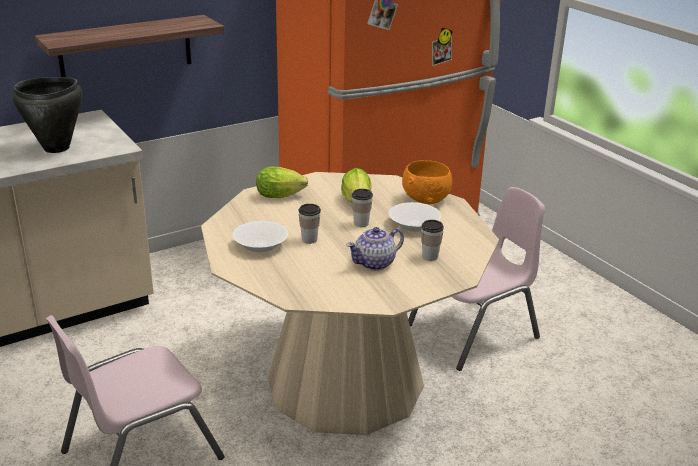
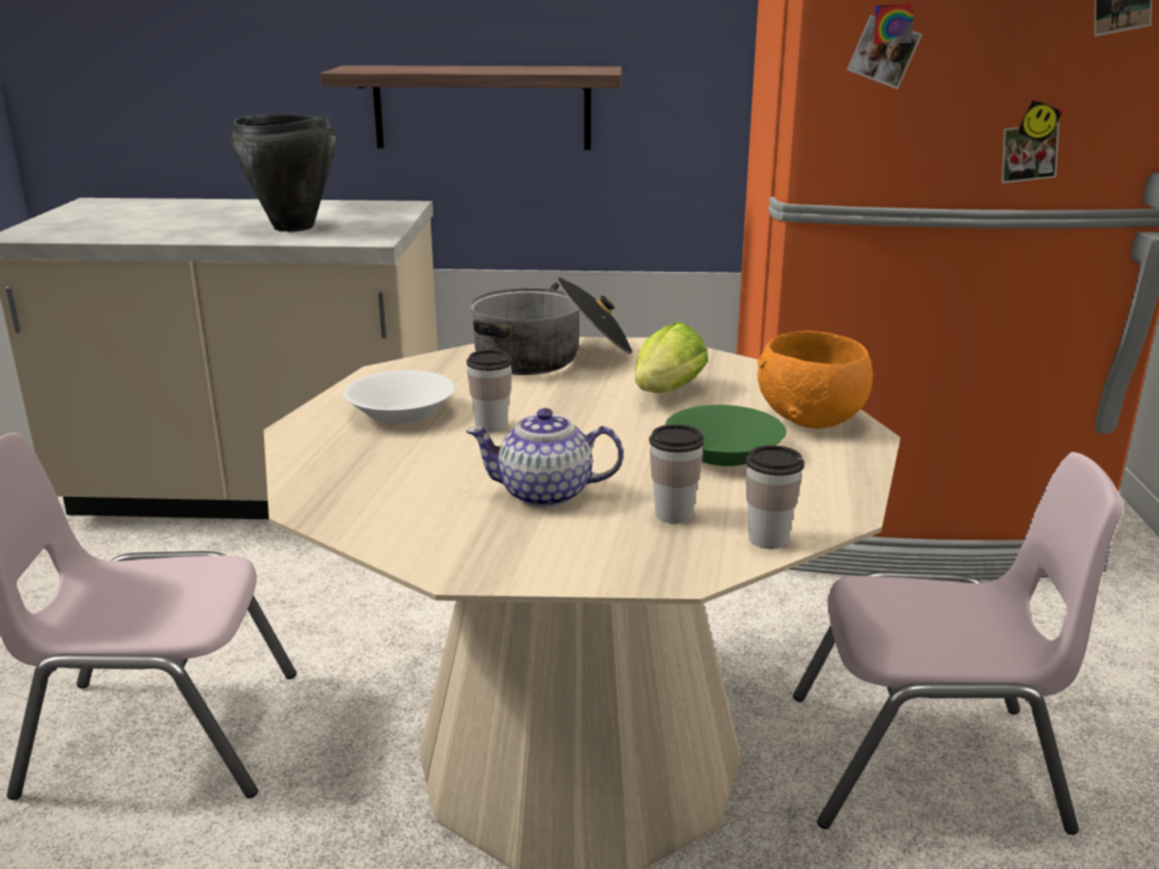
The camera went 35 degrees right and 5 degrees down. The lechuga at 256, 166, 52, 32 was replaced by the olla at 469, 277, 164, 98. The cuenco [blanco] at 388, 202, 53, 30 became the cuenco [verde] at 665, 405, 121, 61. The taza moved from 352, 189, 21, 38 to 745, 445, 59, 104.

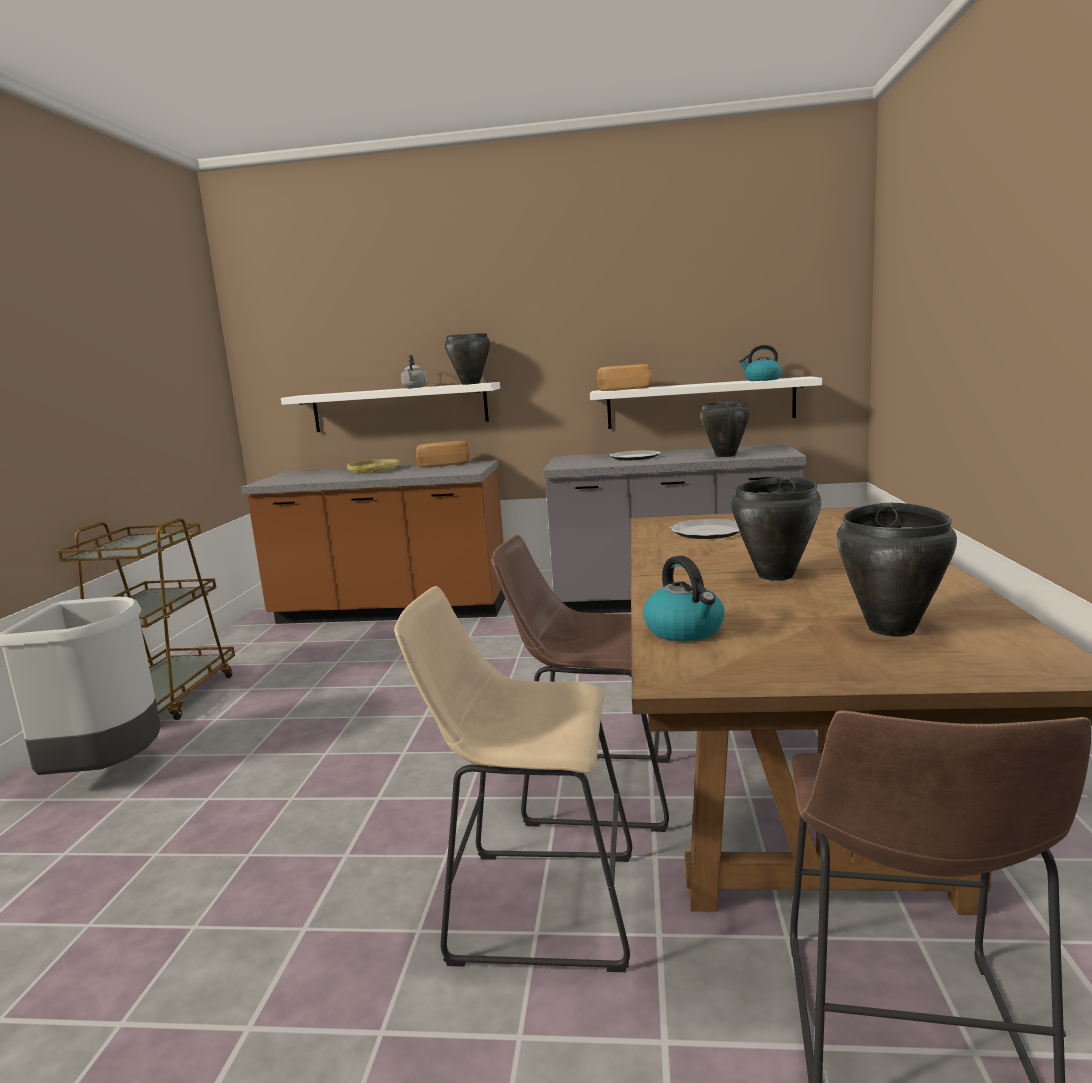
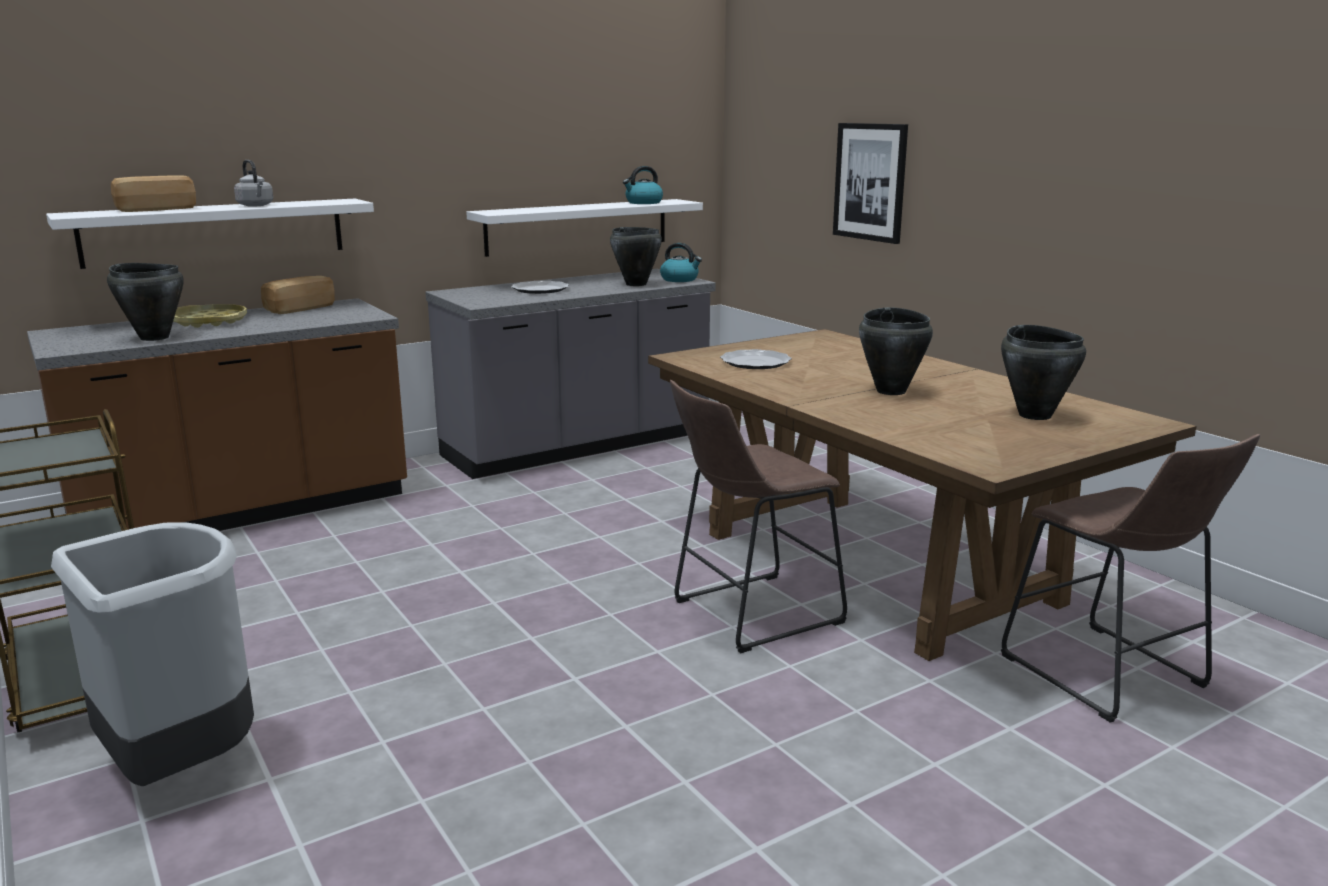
The camera went 40 degrees left and 5 degrees up. The olla [negro] moved from 445, 333, 45, 52 to 107, 263, 77, 78. The pan moved from 597, 364, 55, 27 to 111, 175, 85, 37. The hervidor moved from 643, 556, 82, 85 to 660, 243, 42, 39. The cuadro at 833, 123, 75, 121 appeared. The taburete [beis] at 394, 586, 238, 386 disappeared.

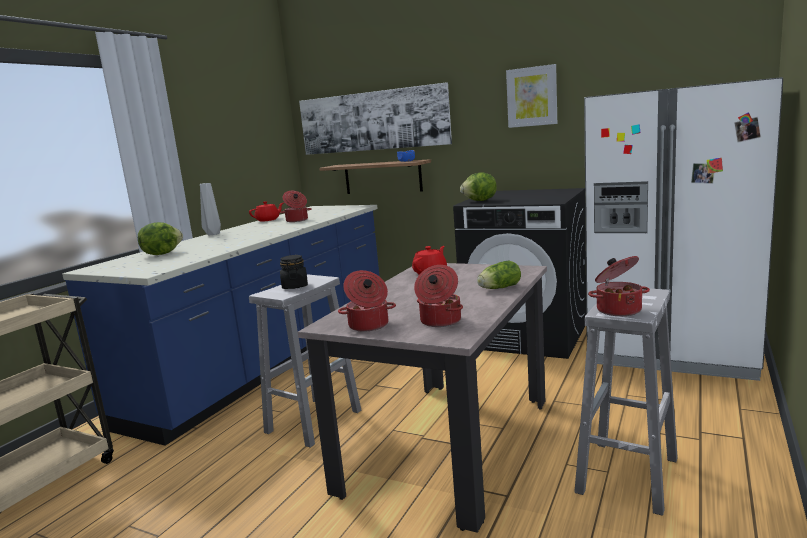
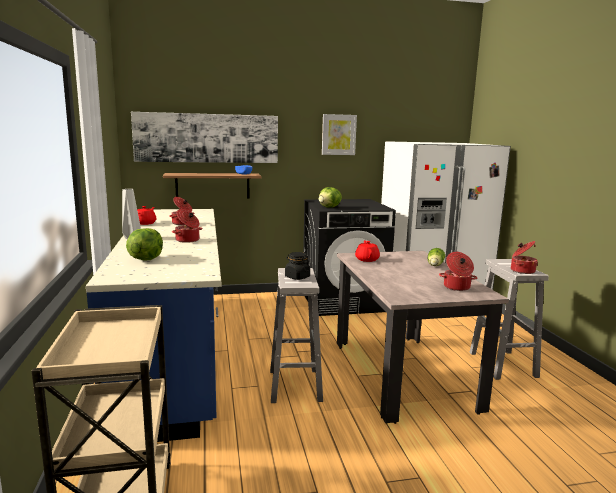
The camera went 40 degrees left and 0 degrees up. The olla moved from 338, 270, 58, 62 to 172, 209, 31, 34.

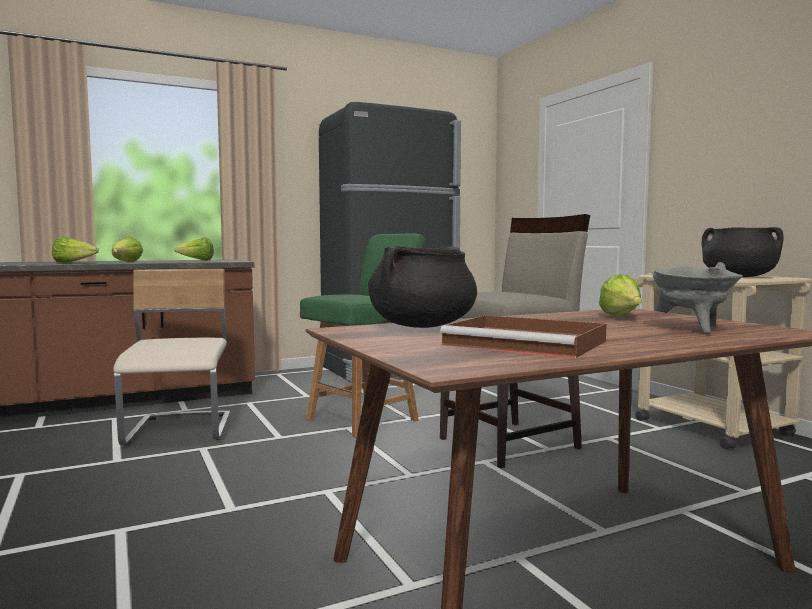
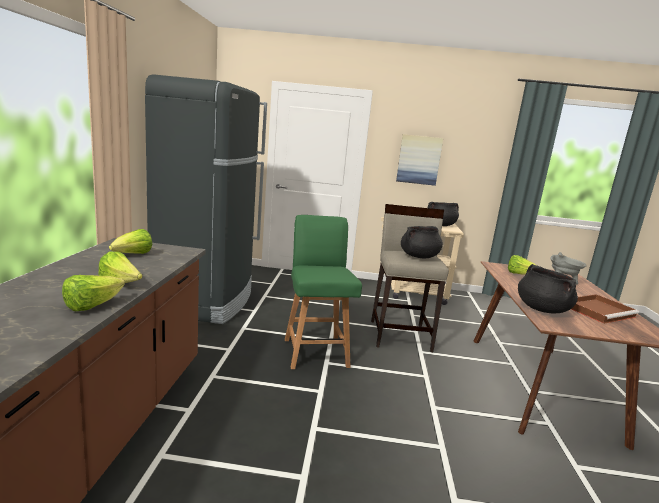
The camera went 60 degrees left and 10 degrees up. The cuadro at 396, 134, 47, 52 appeared. The olla [negro] at 401, 226, 42, 32 appeared. The silla [beis] at 113, 269, 117, 176 disappeared.

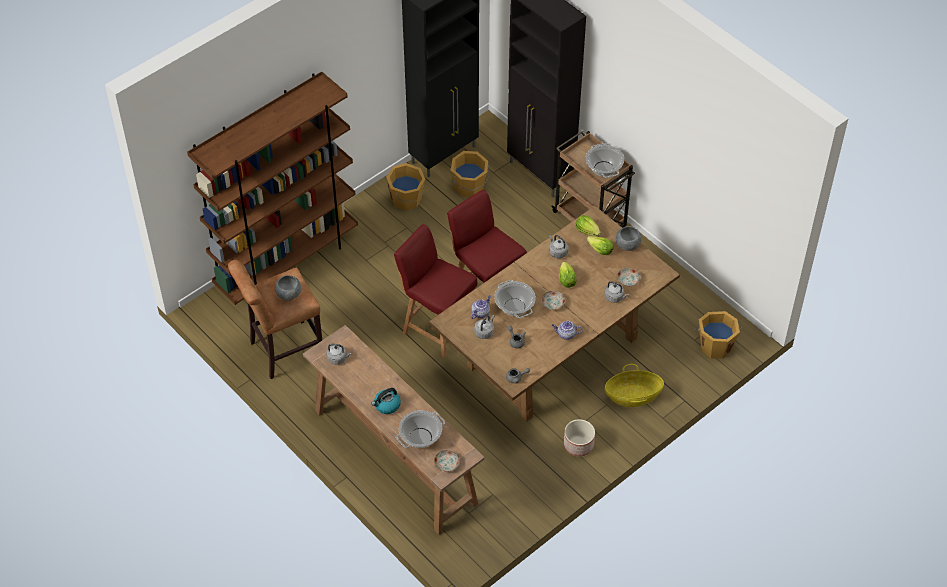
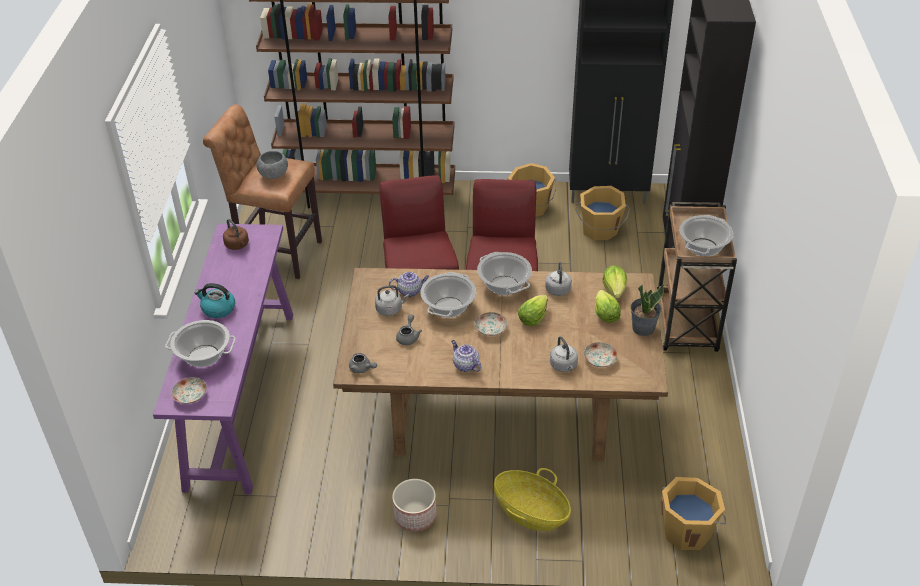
The camera went 45 degrees right and 10 degrees down. The mesa consola [marrón] at 303, 325, 182, 210 became the mesa consola [morado] at 153, 224, 140, 271. The hervidor [gris] at 326, 344, 26, 21 became the hervidor [marrón] at 223, 219, 26, 31. The olla at 477, 252, 55, 43 appeared. The cuenco [gris] at 616, 226, 25, 25 was replaced by the planta en maceta at 630, 284, 34, 52.

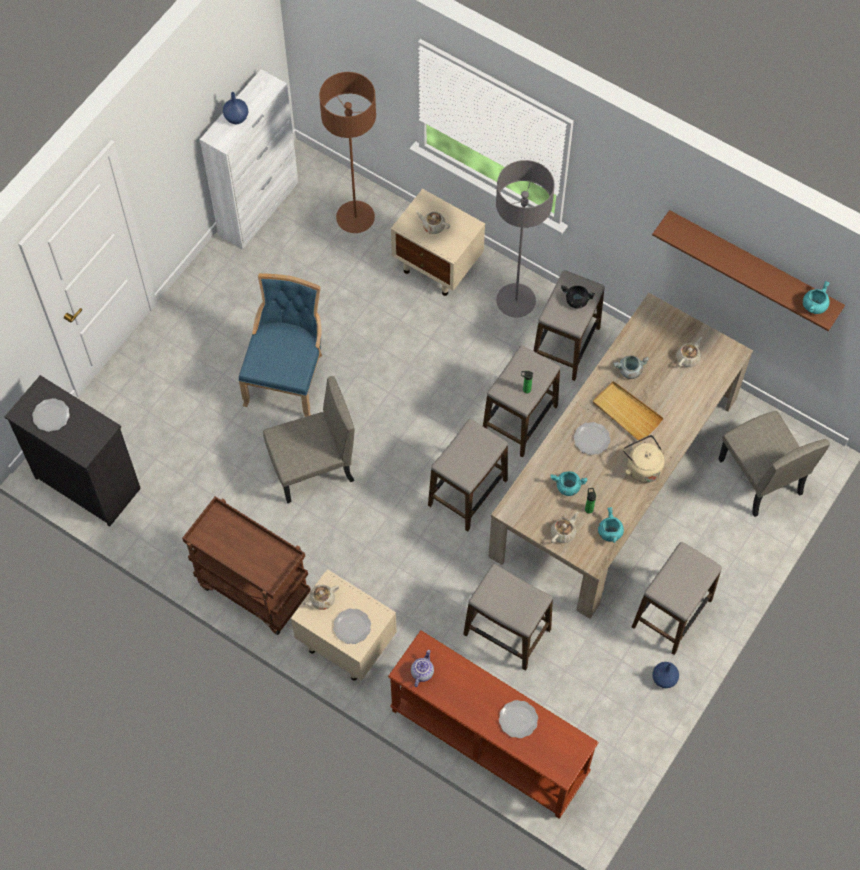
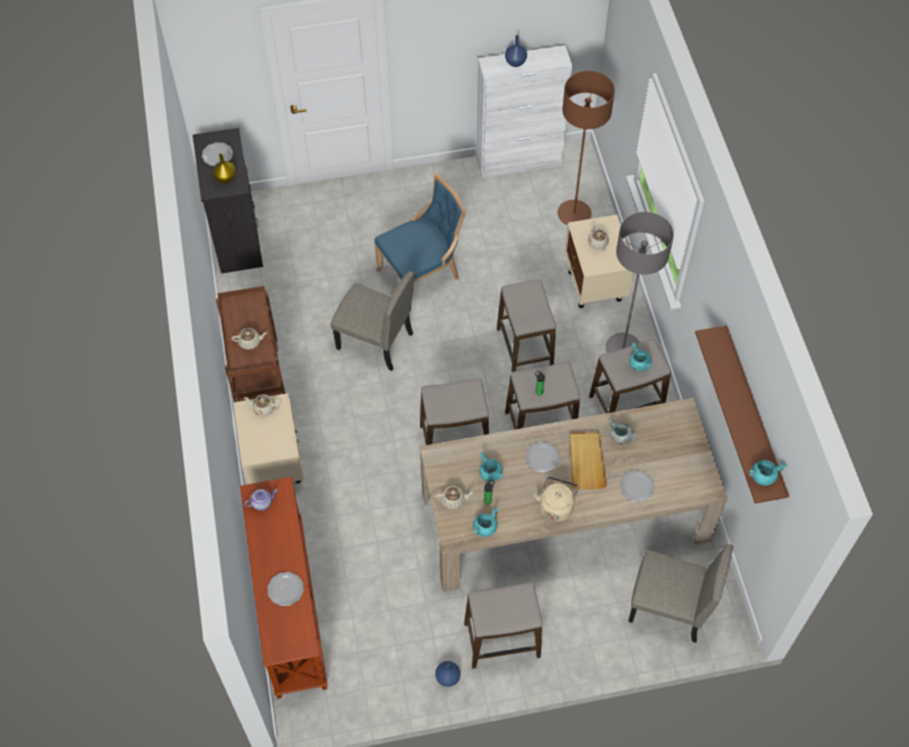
The camera went 45 degrees right and 5 degrees down. The florero [amarillo] at 213, 153, 23, 31 appeared. The tetera [beis] moved from 676, 337, 26, 30 to 231, 328, 36, 22. The taburete moved from 463, 564, 90, 107 to 497, 279, 59, 93. The plato moved from 333, 608, 38, 36 to 620, 470, 35, 32. The silla [beis] at 718, 411, 112, 106 turned 90 degrees counterclockwise. The olla [negro] at 561, 285, 34, 23 became the olla [turquesa] at 629, 342, 23, 29.

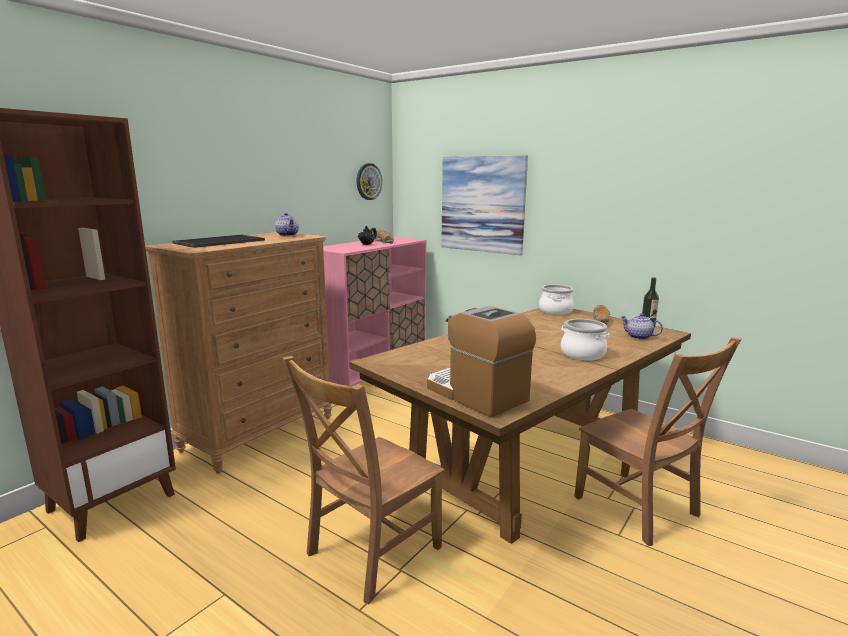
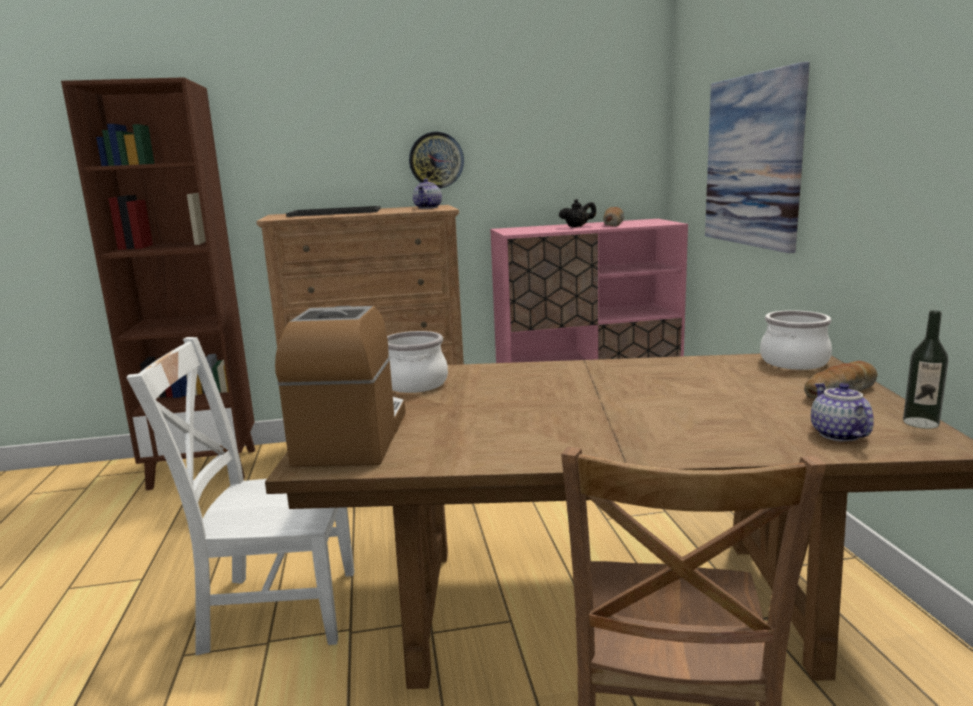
The camera went 45 degrees right and 0 degrees up. The silla [marrón] at 283, 356, 162, 248 became the silla [blanco] at 126, 337, 228, 318. The olla moved from 561, 319, 48, 42 to 387, 331, 61, 62. The reloj de pared moved from 356, 163, 26, 37 to 409, 132, 55, 56.

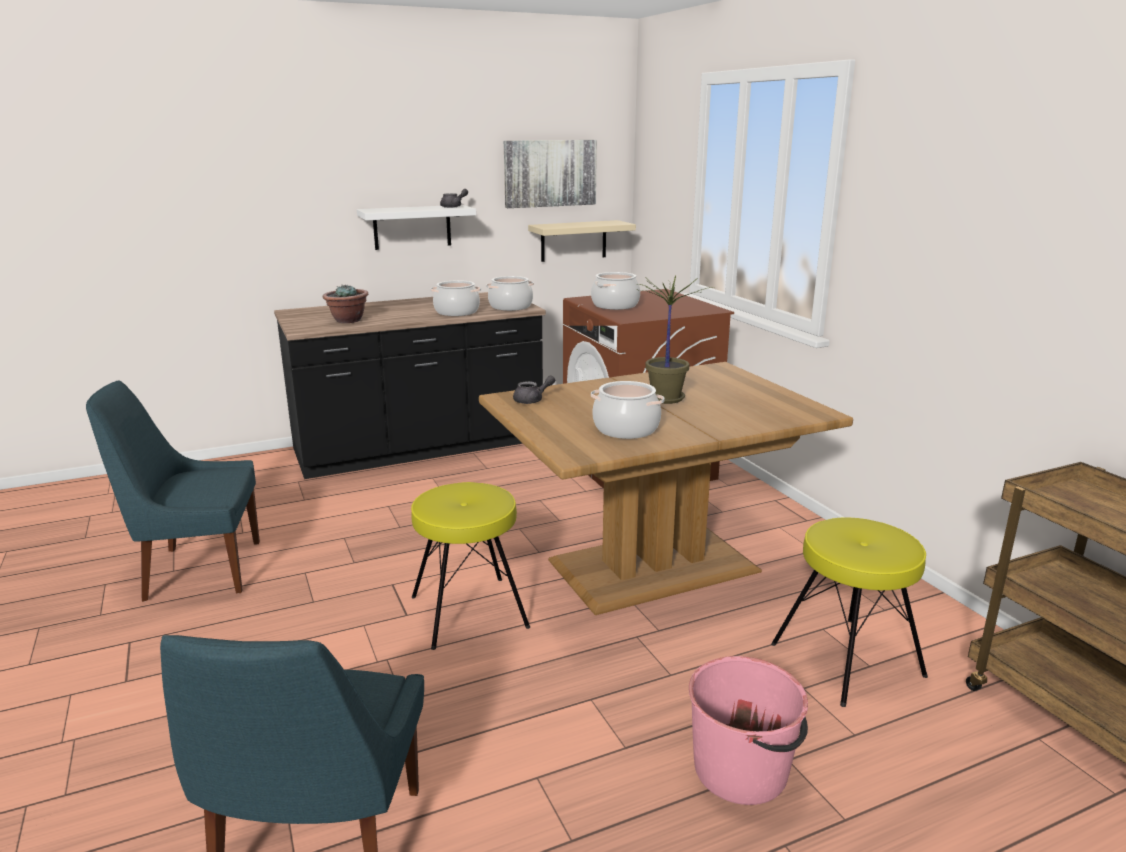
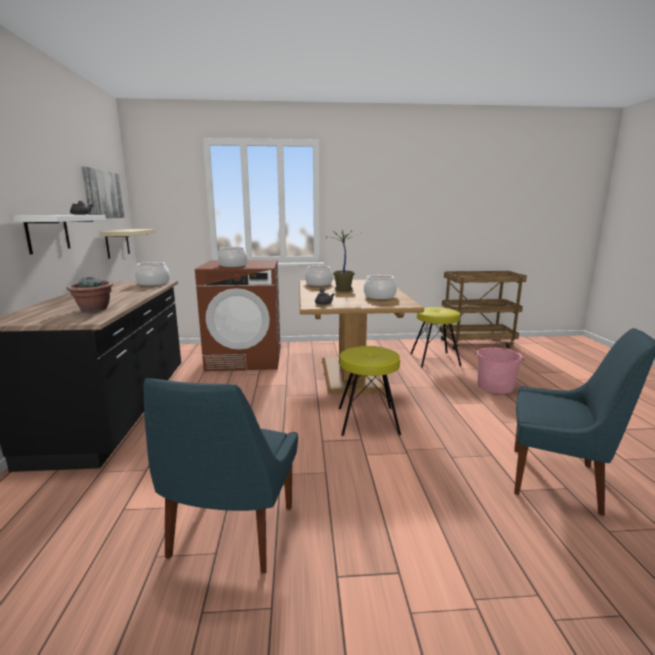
The camera went 70 degrees left and 5 degrees down. The olla moved from 431, 280, 50, 36 to 305, 266, 28, 20.

